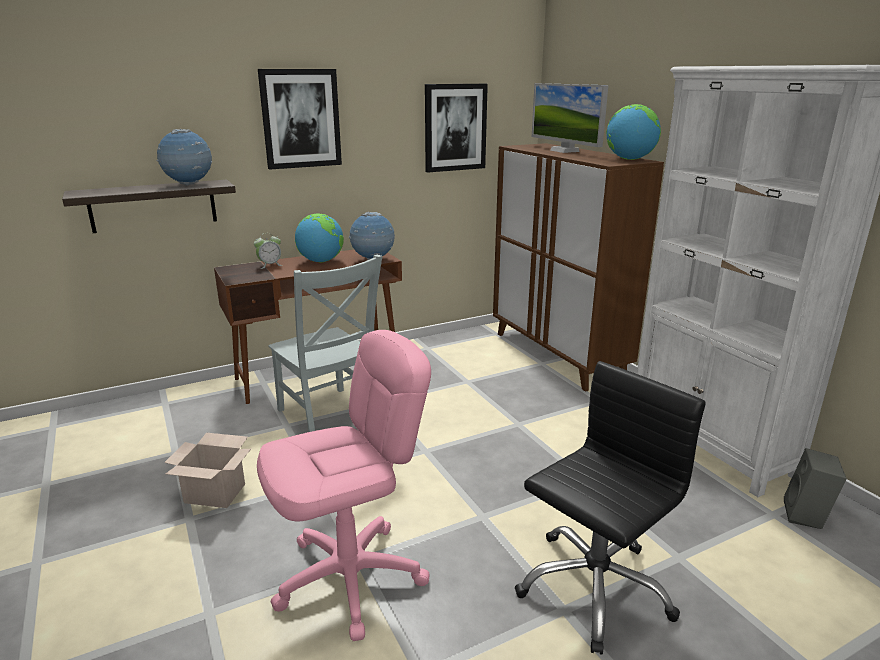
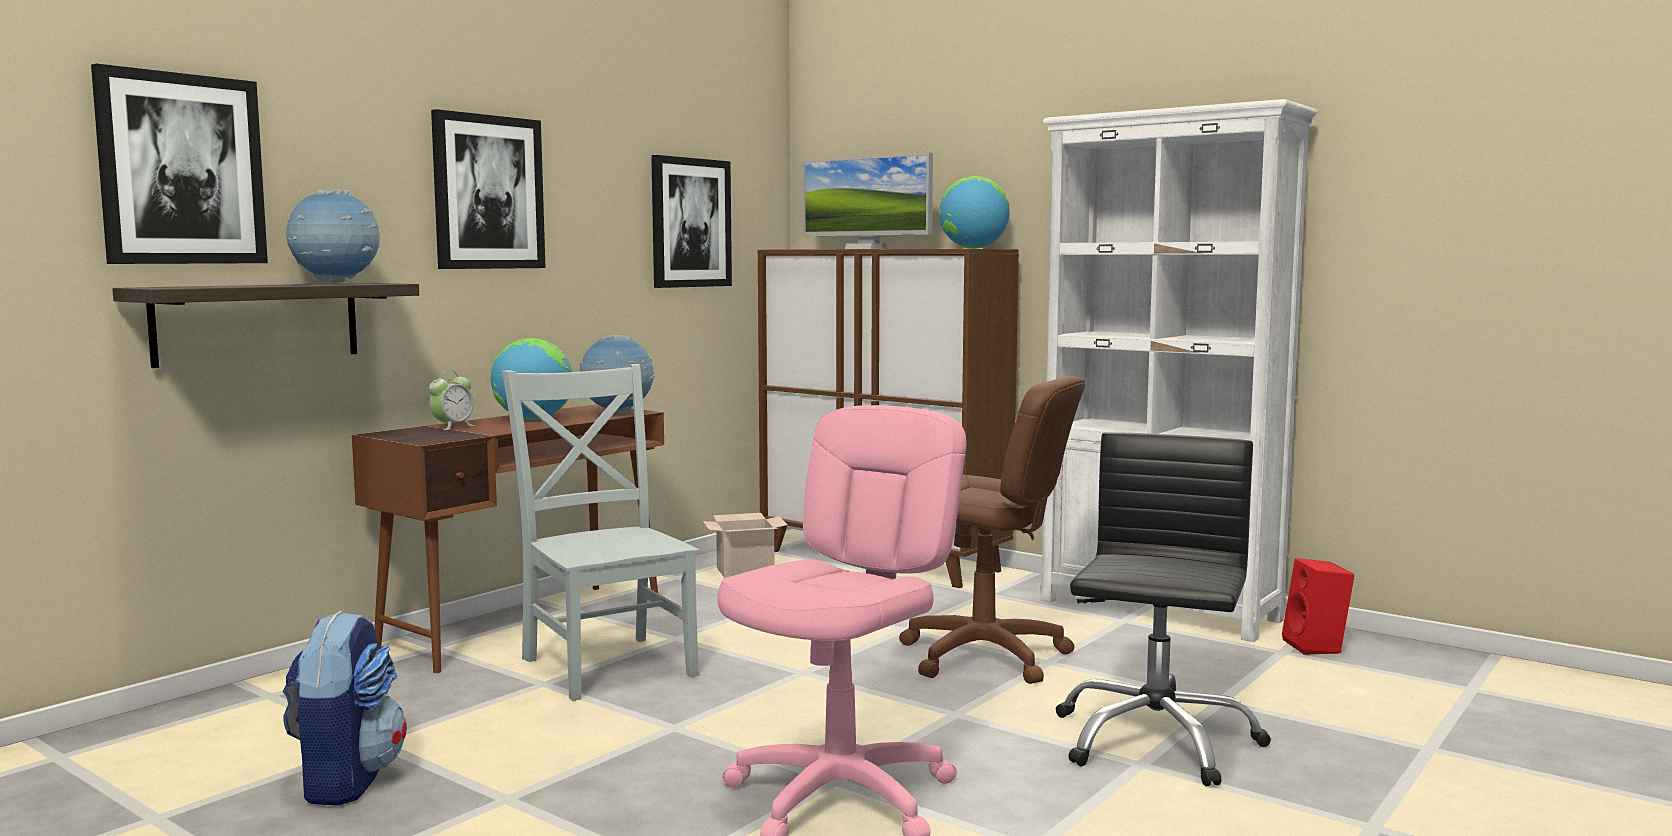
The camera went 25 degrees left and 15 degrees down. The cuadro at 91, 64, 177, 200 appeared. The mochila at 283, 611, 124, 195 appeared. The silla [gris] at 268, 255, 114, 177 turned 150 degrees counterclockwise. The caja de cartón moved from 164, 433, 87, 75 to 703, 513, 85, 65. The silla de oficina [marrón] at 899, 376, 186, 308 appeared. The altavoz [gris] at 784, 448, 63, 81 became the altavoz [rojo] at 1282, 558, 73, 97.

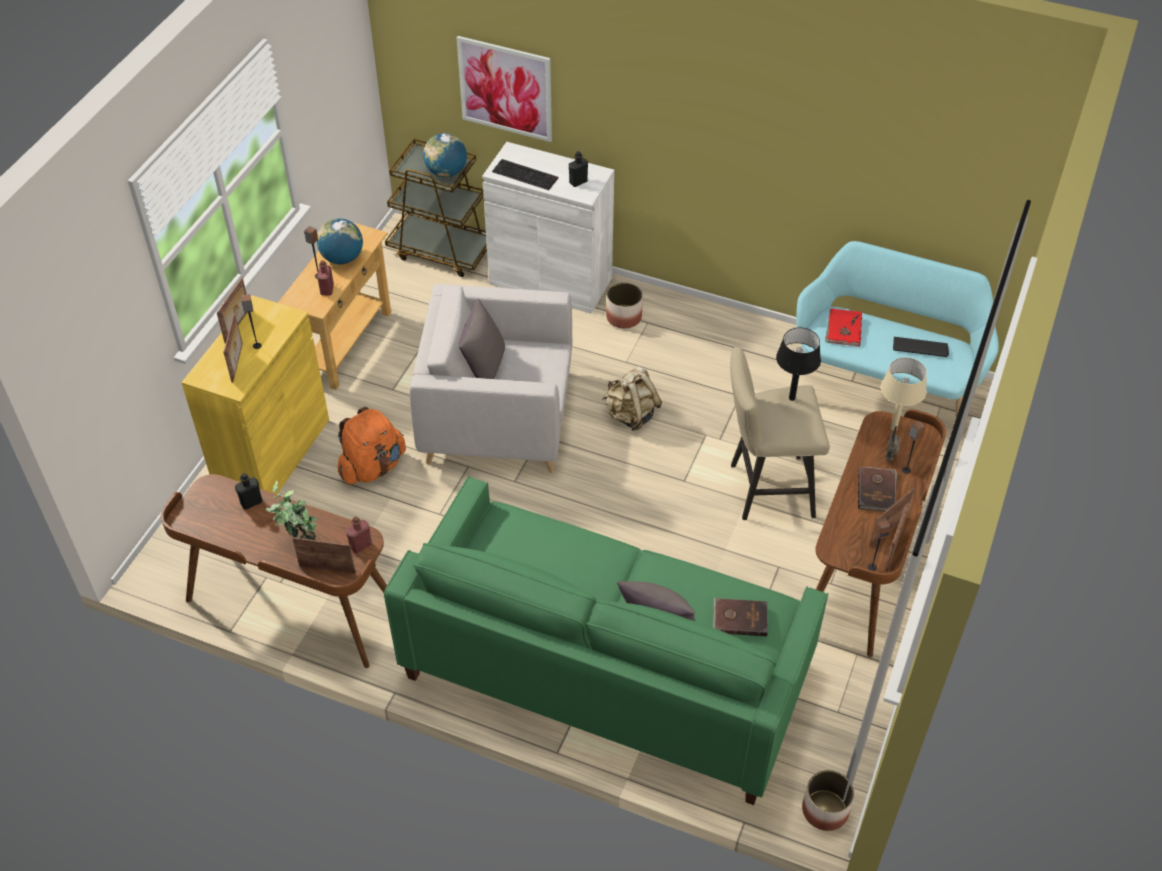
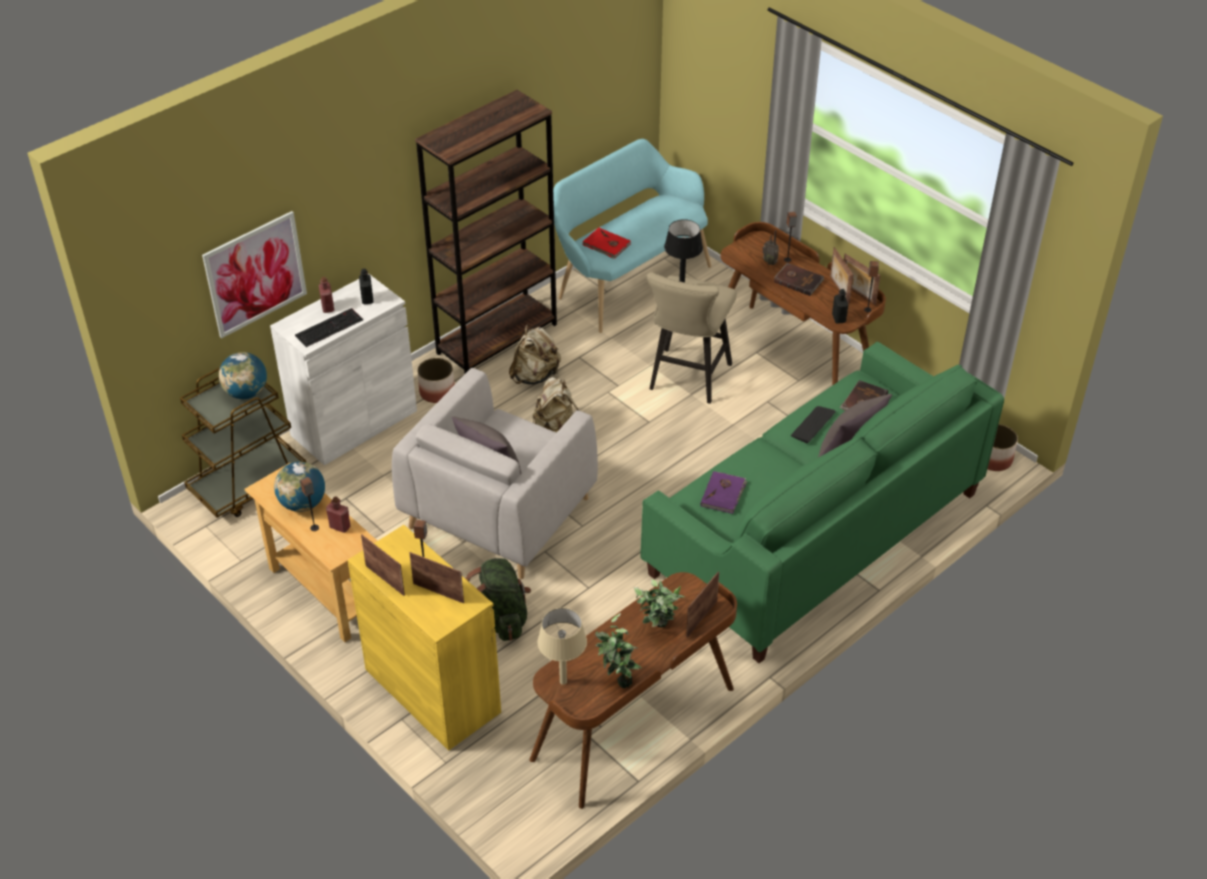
The camera went 65 degrees left and 5 degrees down. The botella [rojo] moved from 346, 516, 26, 37 to 319, 277, 15, 36. The estantería [marrón] at 415, 90, 142, 284 appeared. The mochila [naranja] at 338, 407, 68, 77 became the mochila [verde] at 465, 558, 66, 83. The mochila [beis] at 509, 324, 52, 60 appeared. The lámpara de mesa [beis] moved from 881, 357, 46, 74 to 538, 608, 49, 77. The planta en maceta at 595, 613, 46, 75 appeared. The libro [morado] at 700, 471, 48, 43 appeared. The teclado moved from 893, 337, 56, 20 to 791, 406, 45, 37. The botella [negro] moved from 235, 473, 27, 36 to 832, 289, 16, 35.

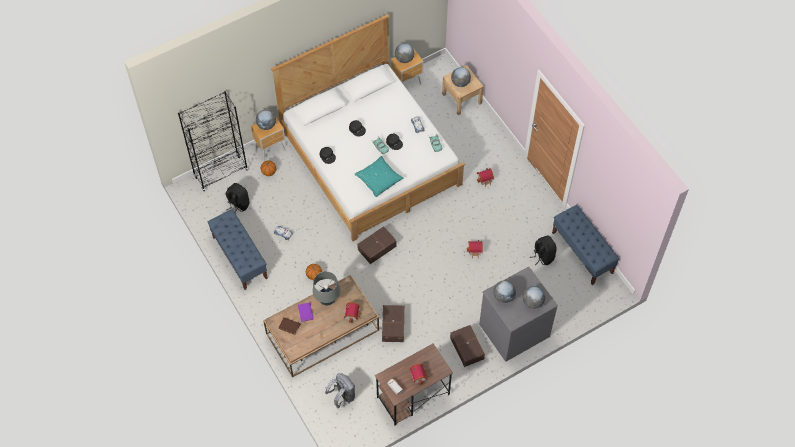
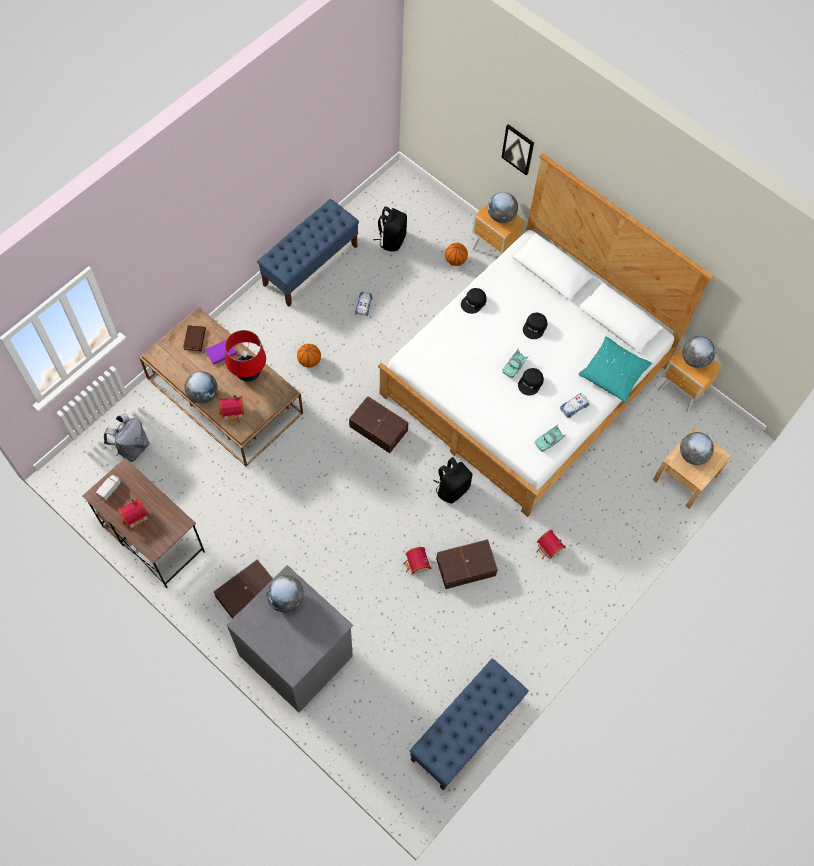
The camera went 70 degrees right and 5 degrees up. The globo terráqueo moved from 522, 286, 23, 23 to 184, 371, 33, 33. The lámpara de mesa [gris] at 313, 271, 27, 35 became the lámpara de mesa [rojo] at 225, 330, 41, 52. The mochila [negro] moved from 530, 235, 27, 30 to 433, 457, 39, 46. The caja de almacenaje [marrón] moved from 382, 305, 22, 37 to 436, 539, 62, 50. The cuadro at 501, 124, 33, 51 appeared. The cojín [turquesa] moved from 355, 156, 49, 41 to 578, 336, 74, 67. The estantería [negro] at 178, 91, 70, 100 disappeared.

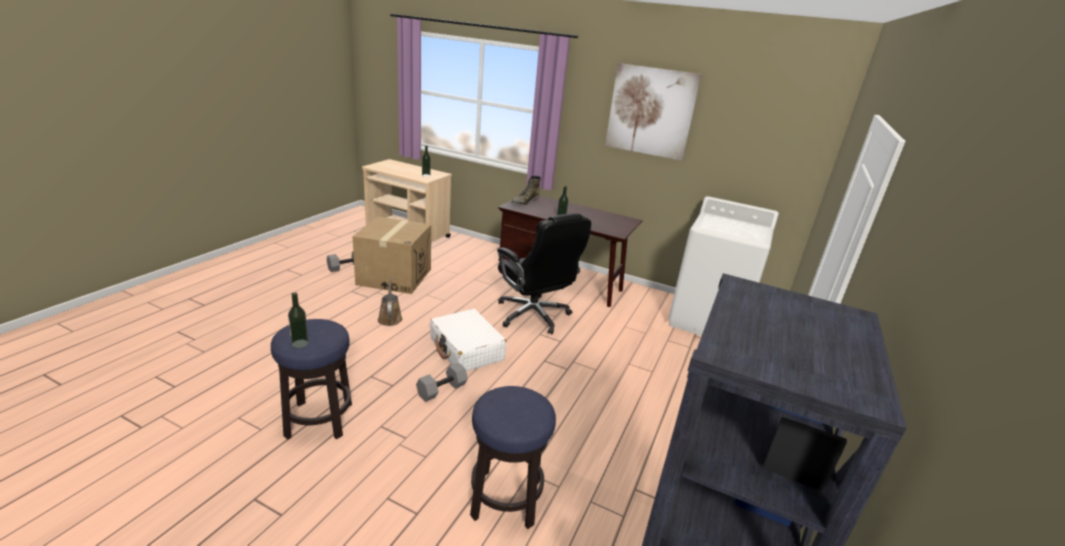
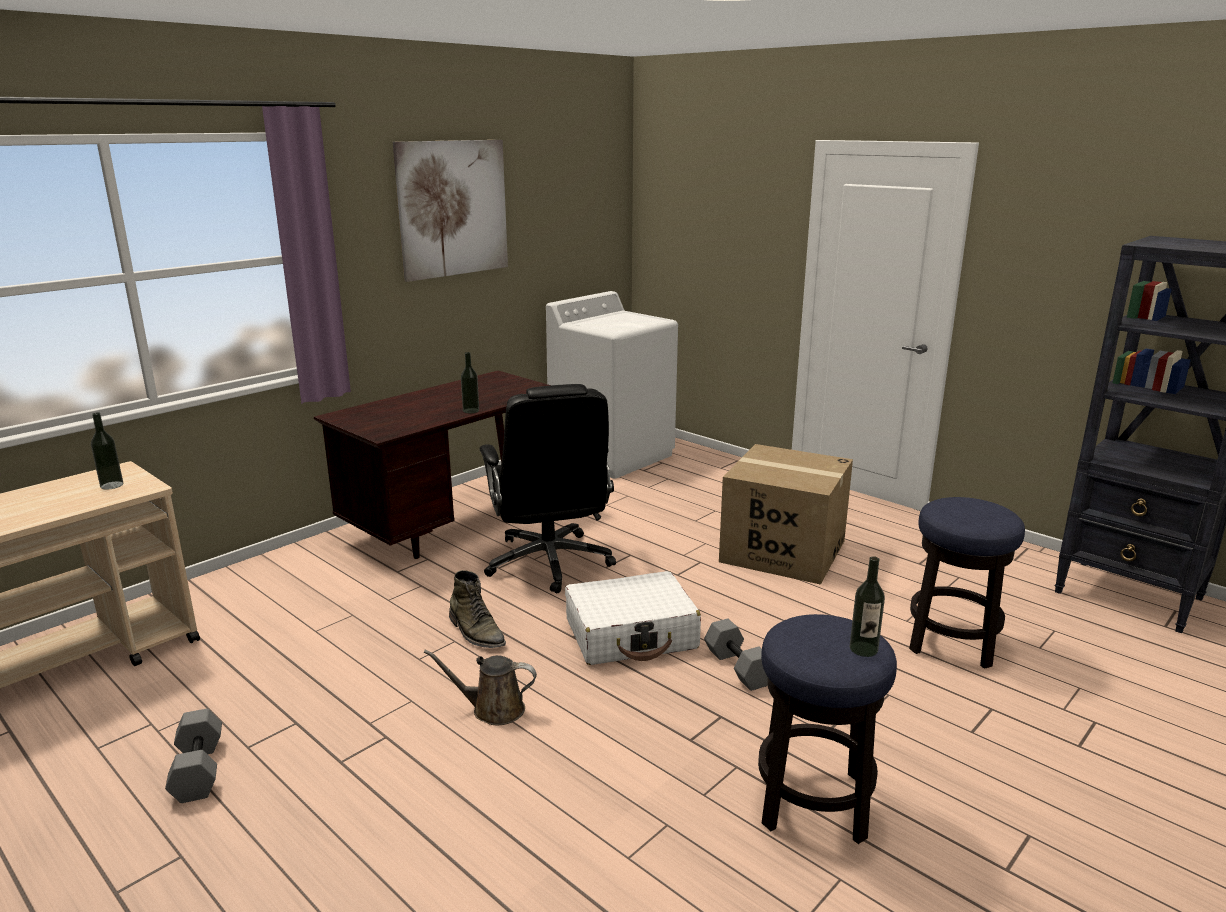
The camera went 70 degrees left and 5 degrees down. The bota [verde] moved from 511, 176, 30, 30 to 449, 570, 57, 78. The silla de oficina [negro] at 497, 213, 94, 121 turned 90 degrees clockwise. The caja de cartón moved from 352, 217, 79, 77 to 719, 444, 134, 141.

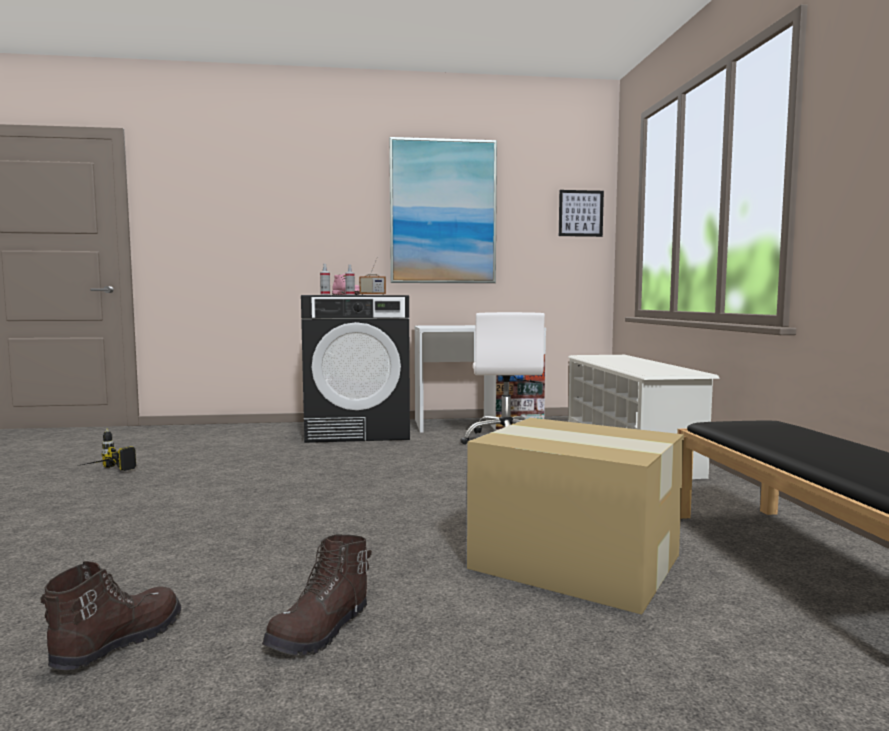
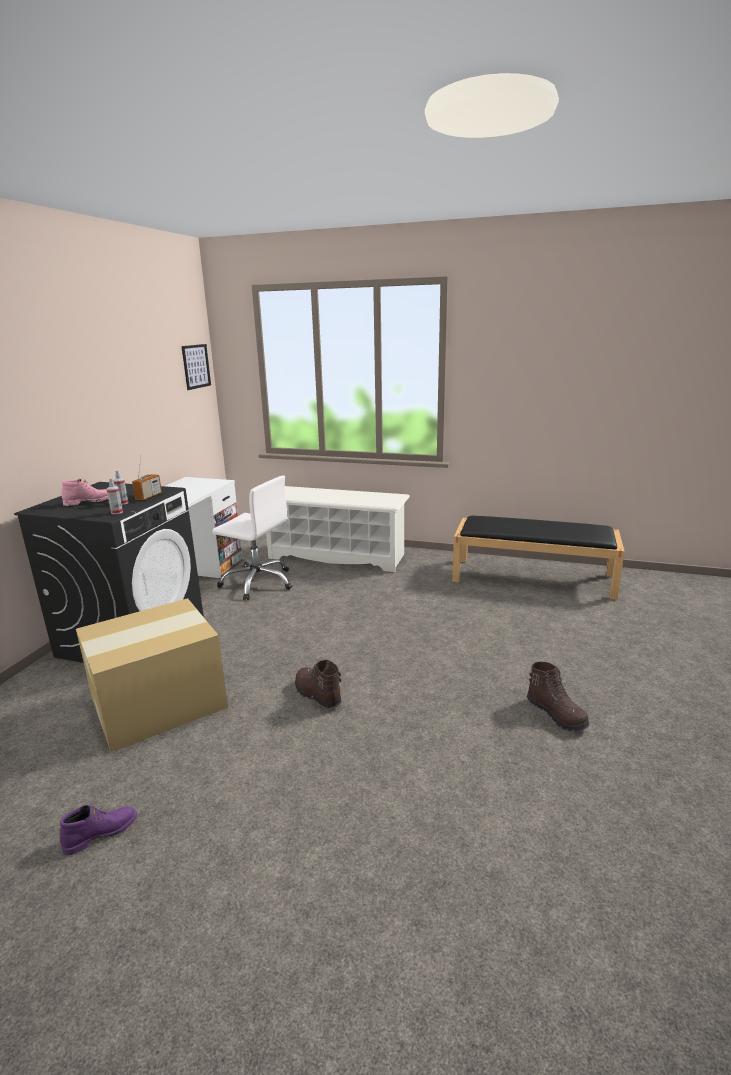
The camera went 65 degrees left and 15 degrees up. The taladro at 78, 428, 58, 43 was replaced by the bota [morado] at 60, 805, 77, 50. The caja de cartón moved from 467, 418, 217, 197 to 76, 598, 152, 154. The bota [marrón] moved from 41, 561, 140, 109 to 295, 660, 46, 48. The cuadro at 389, 137, 108, 146 disappeared.

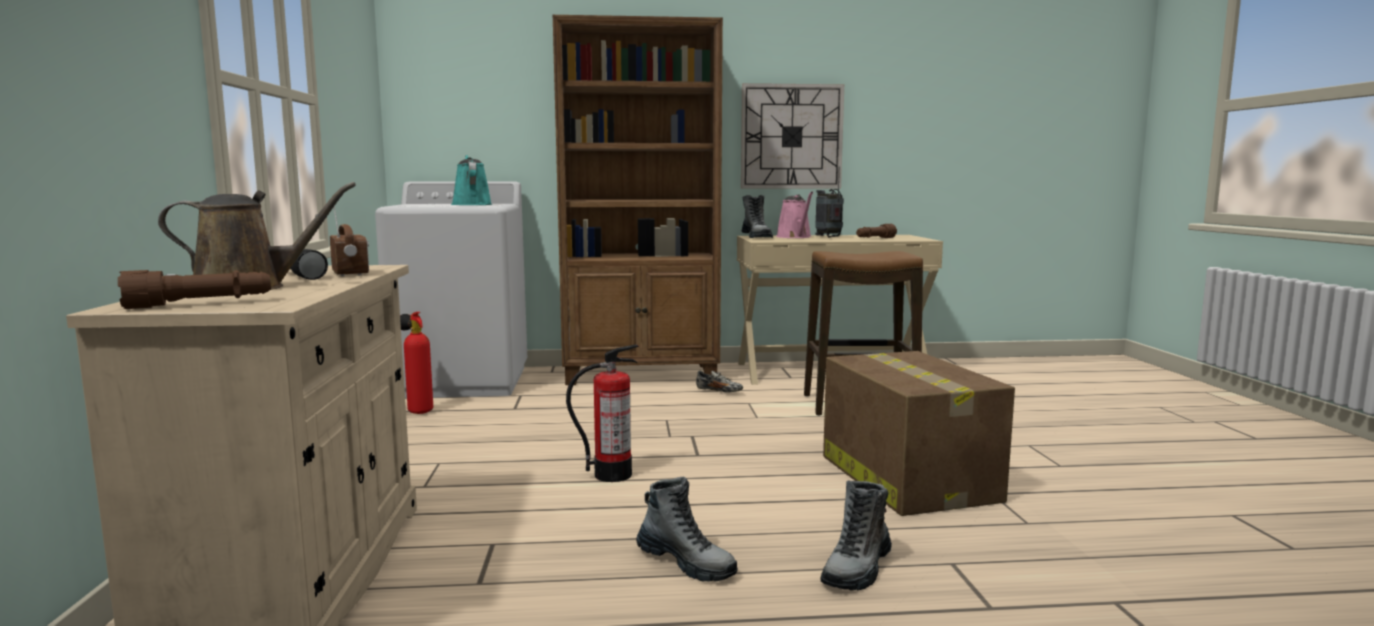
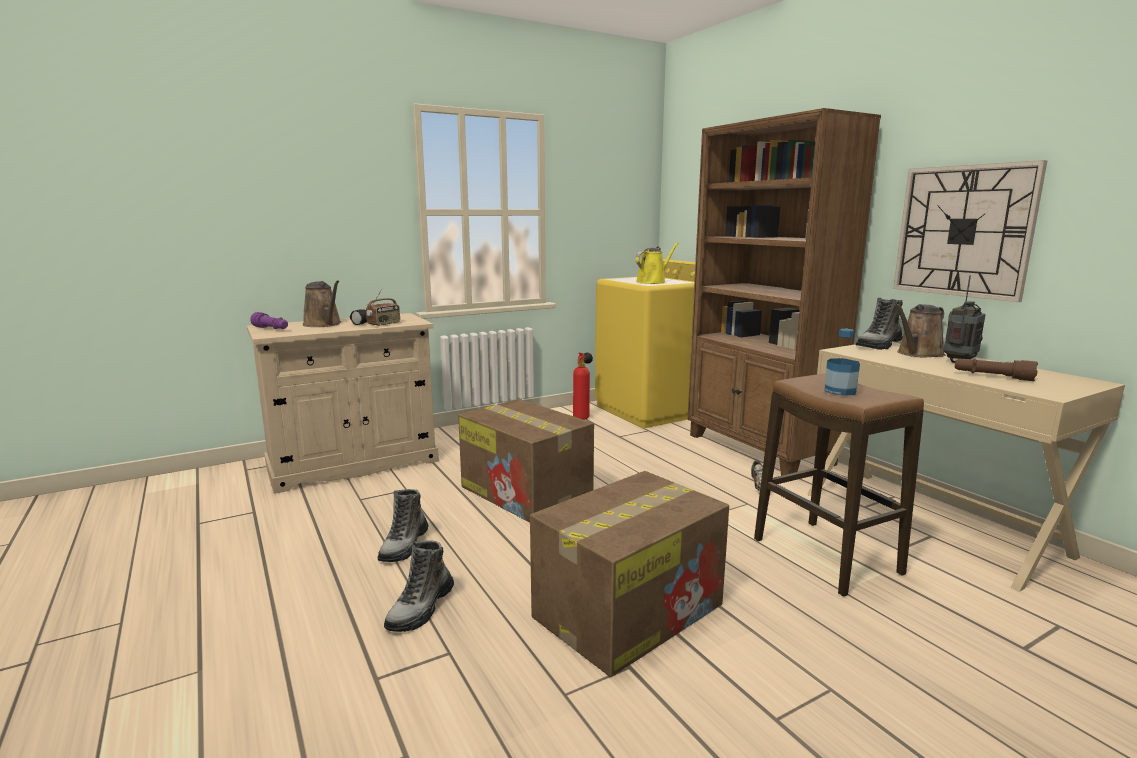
The camera went 65 degrees right and 5 degrees up. The linterna [marrón] at 118, 270, 153, 39 became the linterna [morado] at 250, 312, 38, 17. The bota at 820, 481, 72, 110 turned 75 degrees counterclockwise. The extintor at 566, 344, 73, 138 was replaced by the caja de cartón at 458, 399, 136, 124. The lavadora [blanco] at 375, 181, 152, 217 became the lavadora [amarillo] at 595, 259, 100, 169. The regadera [turquesa] at 451, 155, 41, 50 became the regadera [amarillo] at 635, 242, 44, 42. The botella at 825, 329, 35, 67 appeared. The regadera [rosa] at 776, 191, 37, 47 became the regadera [marrón] at 895, 304, 50, 54.

